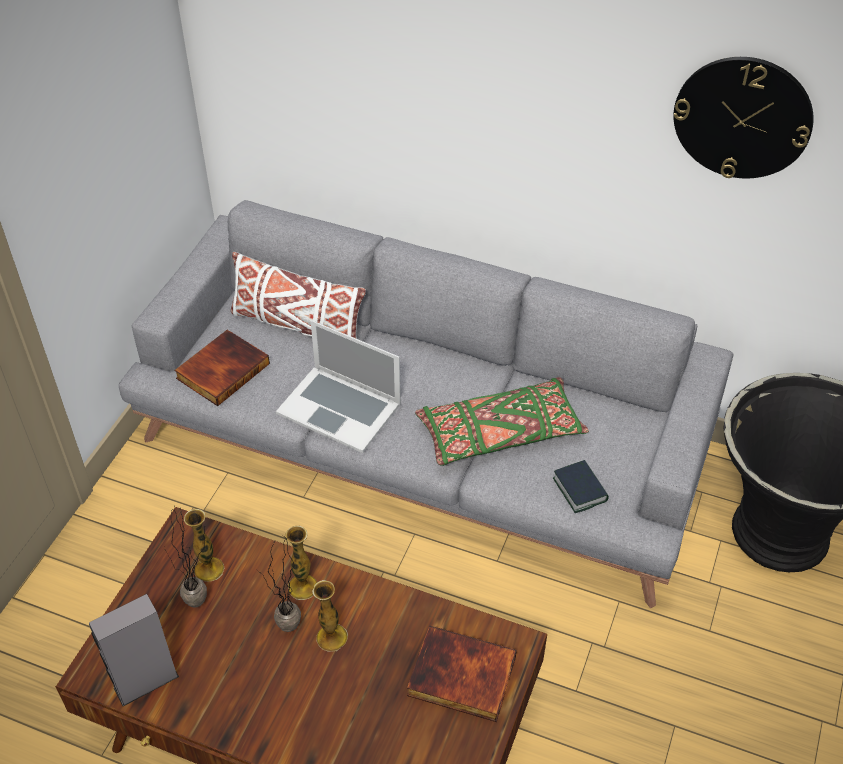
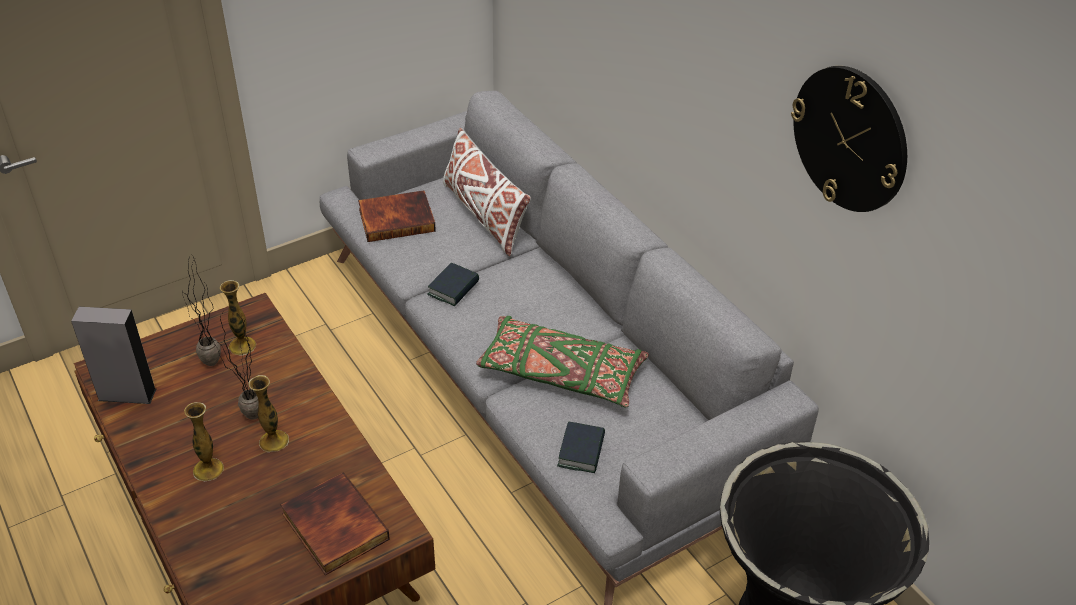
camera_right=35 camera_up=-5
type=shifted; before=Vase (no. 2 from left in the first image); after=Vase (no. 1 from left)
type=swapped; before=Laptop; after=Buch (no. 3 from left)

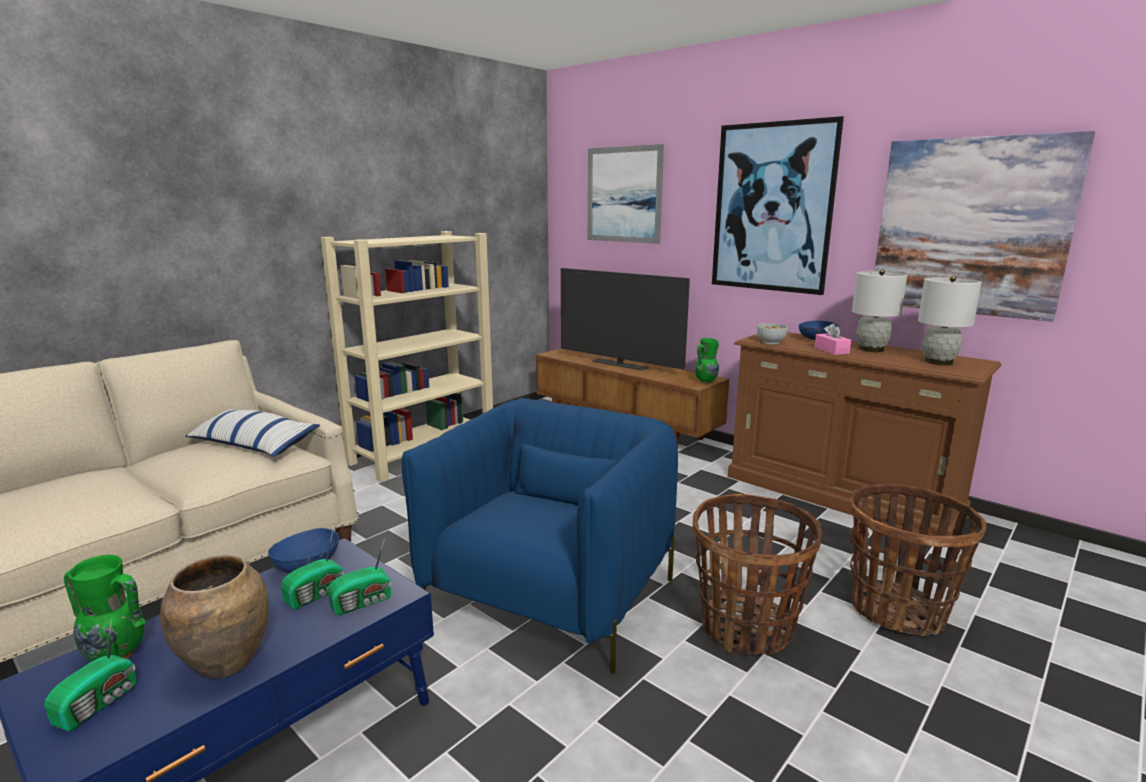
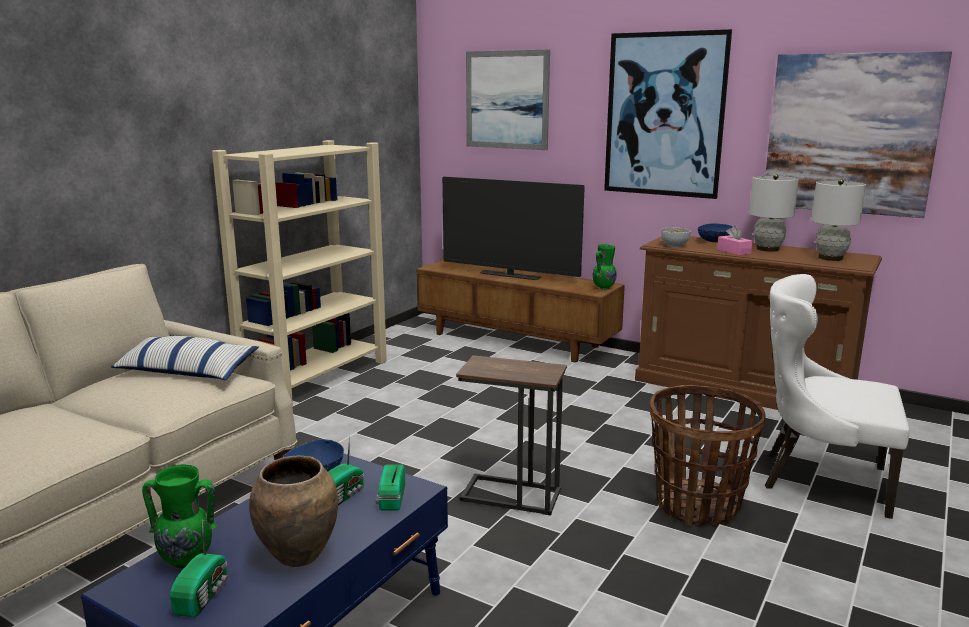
camera_right=-10 camera_up=0
type=swapped; before=Sessel/blau; after=Beistelltisch/braun
type=swapped; before=Korb (no. 2 from left); after=Stuhl/weiß
type=rotated; before=Radio (no. 3 from left); turn=135

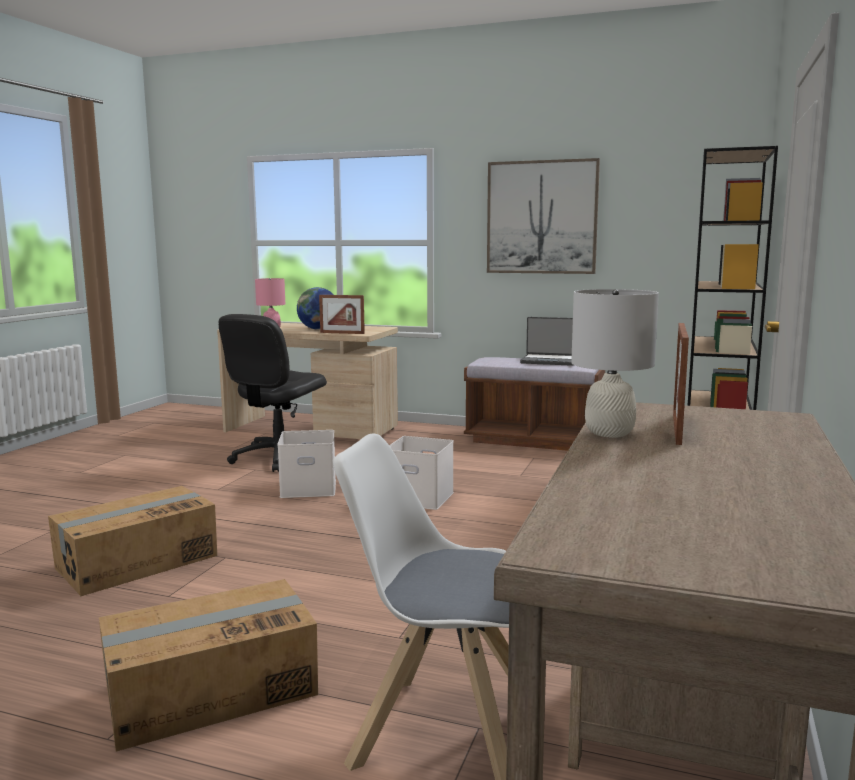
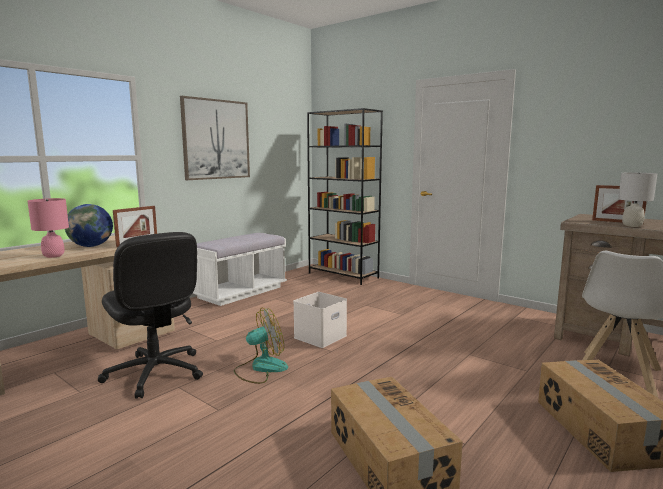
camera_right=-70 camera_up=0
type=gone; before=Laptop
type=swapped; before=Aufbewahrungsbox/weiß (no. 1 from left); after=Ventilator
type=repainted; before=Bank/braun; after=Bank/weiß

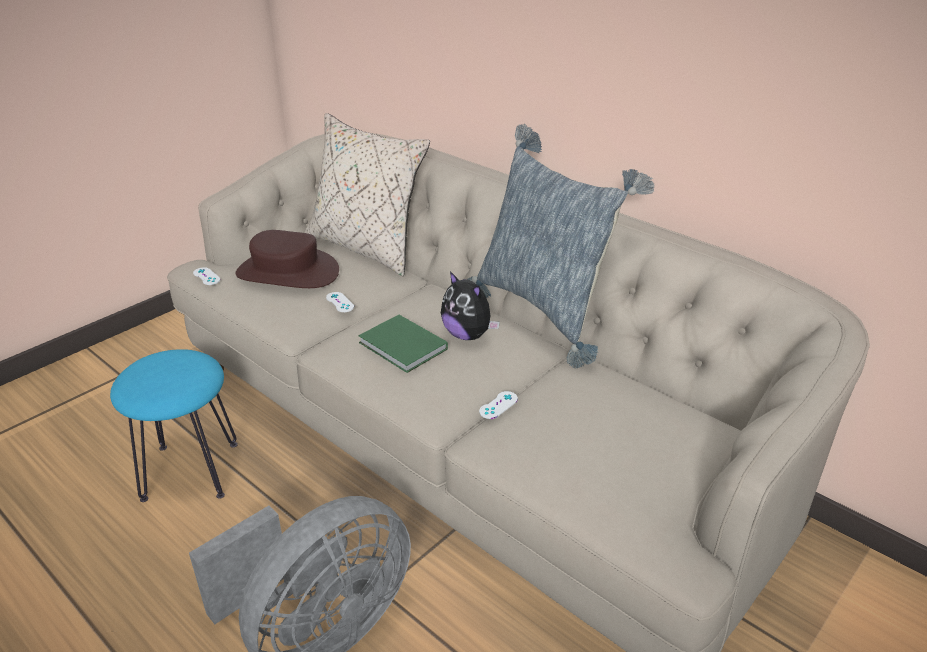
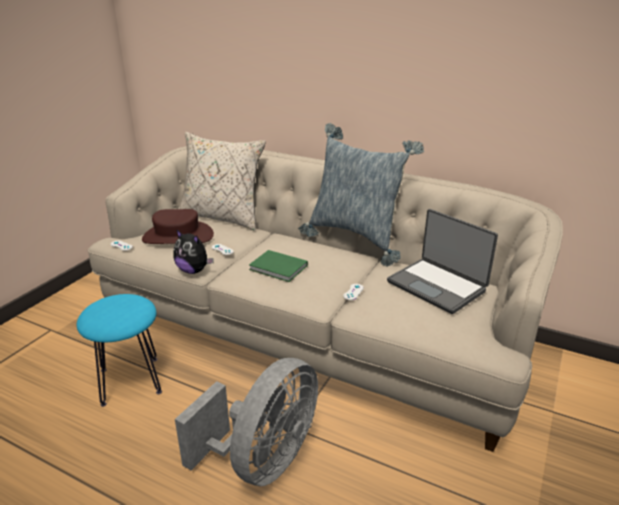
camera_right=-15 camera_up=-5
type=new; after=Laptop
type=shifted; before=Plüschtier

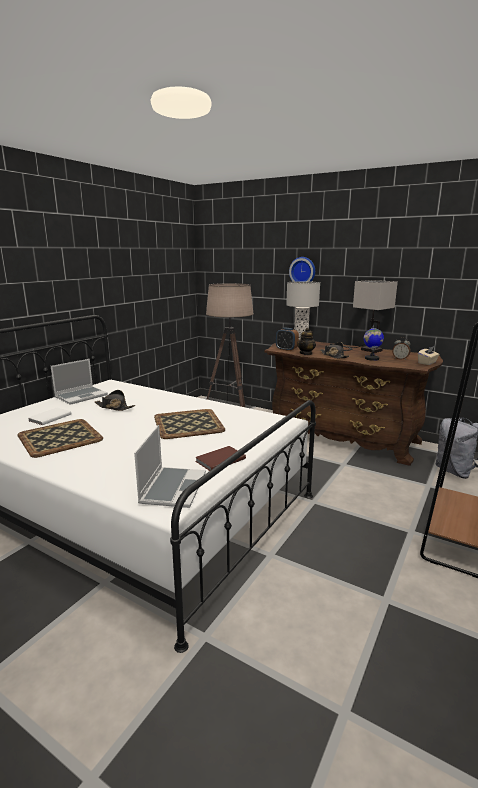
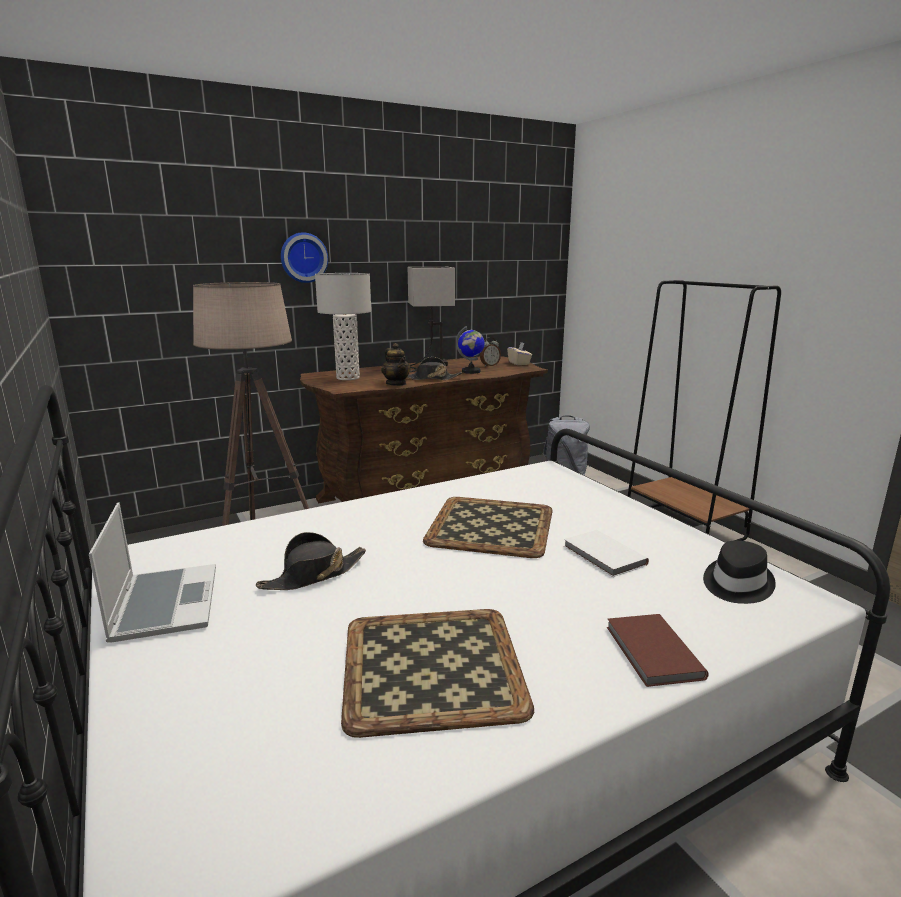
camera_right=-60 camera_up=0
type=gone; before=Wecker (no. 1 from left)
type=shifted; before=Buch/weiß
type=shifted; before=Buch/braun
type=swapped; before=Laptop (no. 2 from left); after=Hut/schwarz (no. 3 from left)

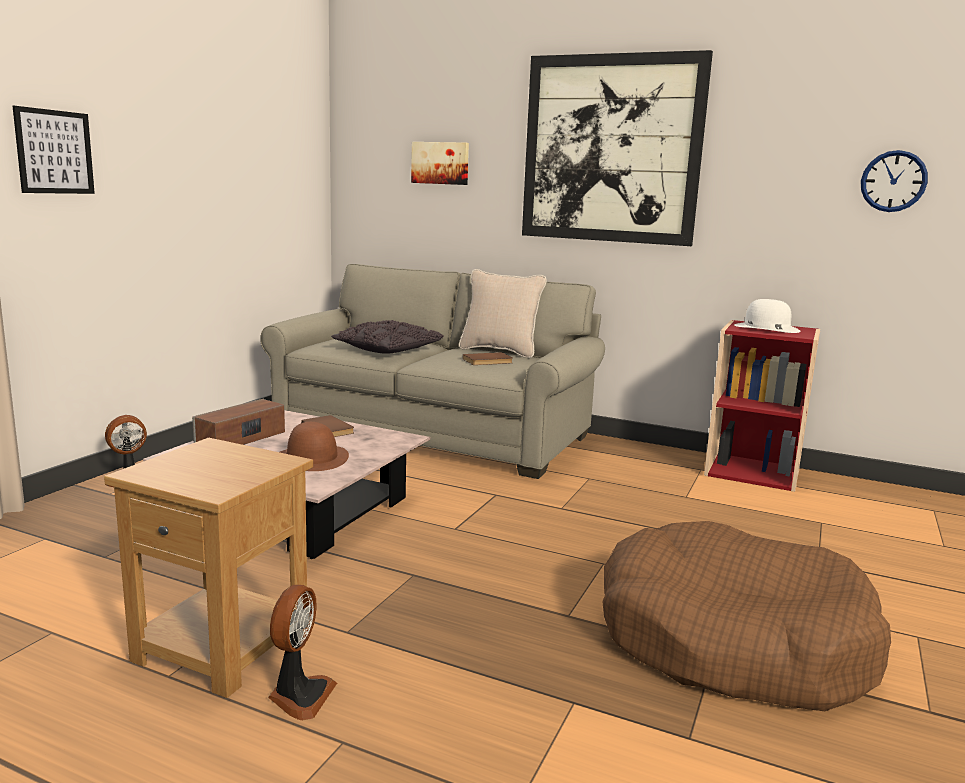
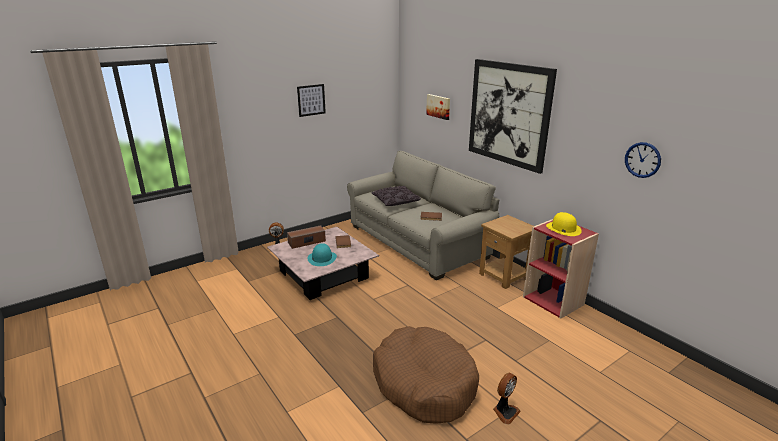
camera_right=30 camera_up=10
type=gone; before=Kissen/beige
type=shifted; before=Bild (no. 1 from left)
type=shifted; before=Beistelltisch/braun
type=shifted; before=Ventilator (no. 2 from left)
type=repainted; before=Hut/braun; after=Hut/türkis
type=repainted; before=Hut/weiß; after=Hut/gelb

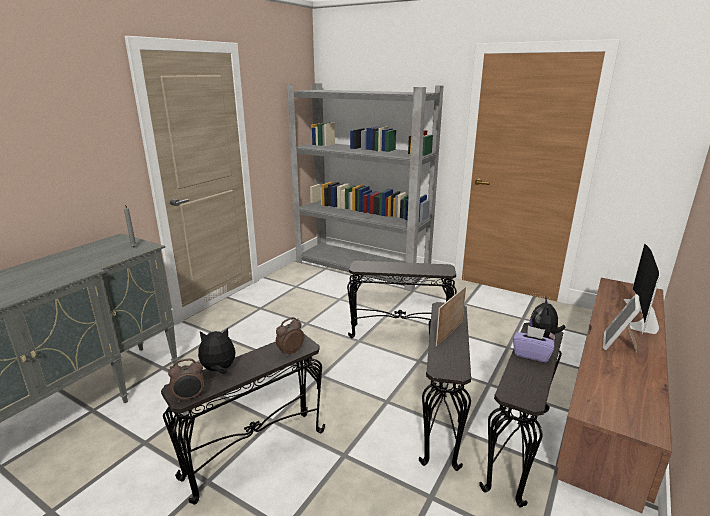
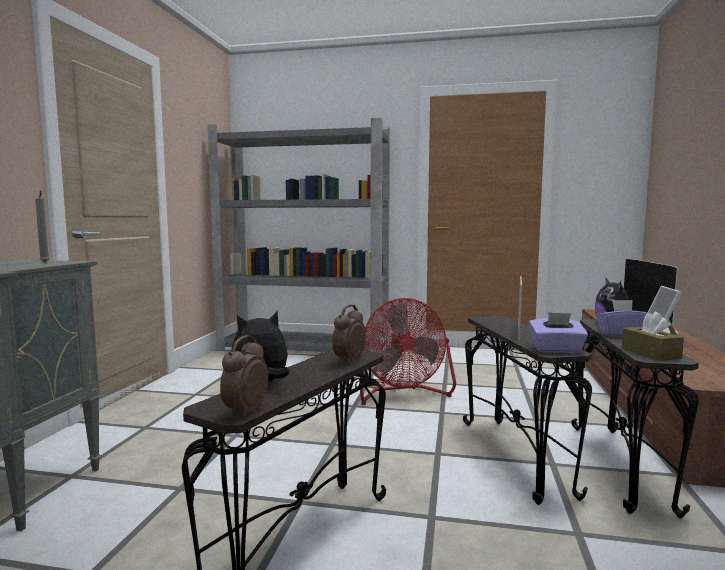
camera_right=-20 camera_up=-15
type=new; after=Taschentuchbox/lila (no. 1 from left)
type=new; after=Taschentuchbox/braun
type=swapped; before=Beistelltisch/schwarz (no. 2 from left); after=Ventilator/rot
type=rotated; before=Wecker (no. 1 from left); turn=150

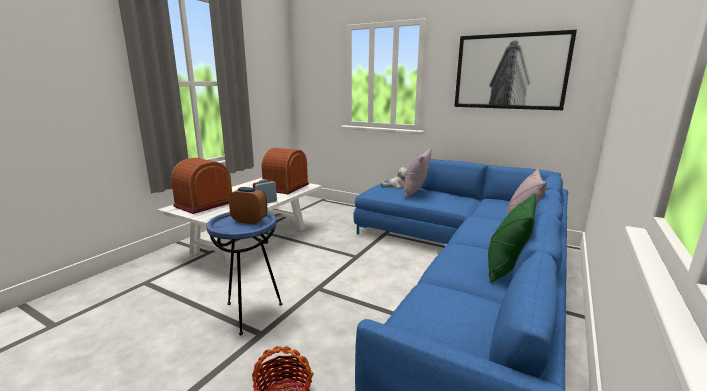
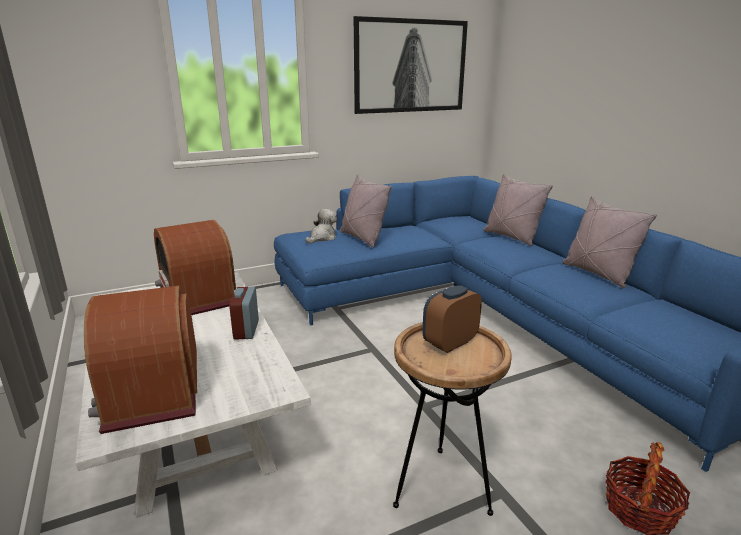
camera_right=-55 camera_up=5
type=repainted; before=Beistelltisch/blau; after=Beistelltisch/braun
type=repainted; before=Kissen/grün; after=Kissen/lila (no. 3 from left)

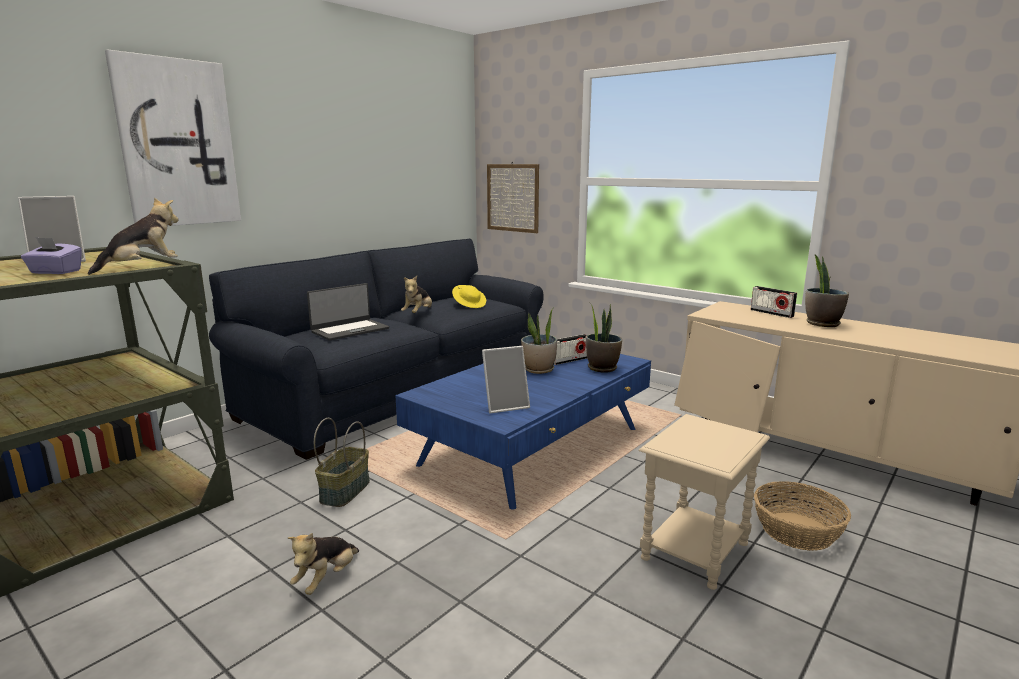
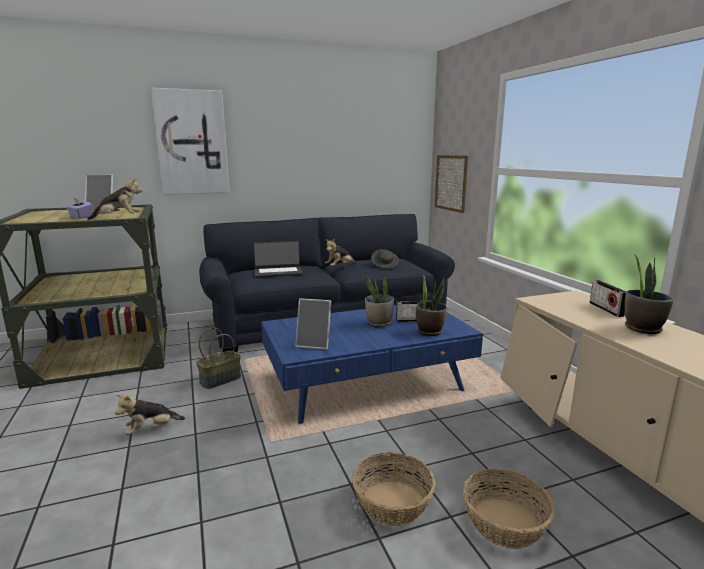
camera_right=30 camera_up=0
type=swapped; before=Beistelltisch/beige; after=Korb (no. 2 from left)
type=repainted; before=Hut/gelb; after=Hut/grau

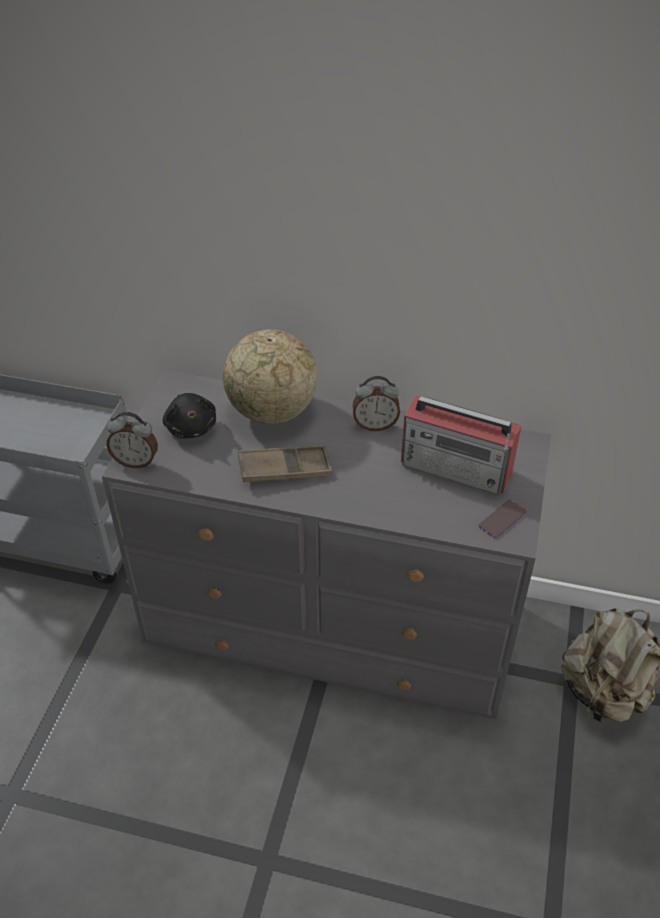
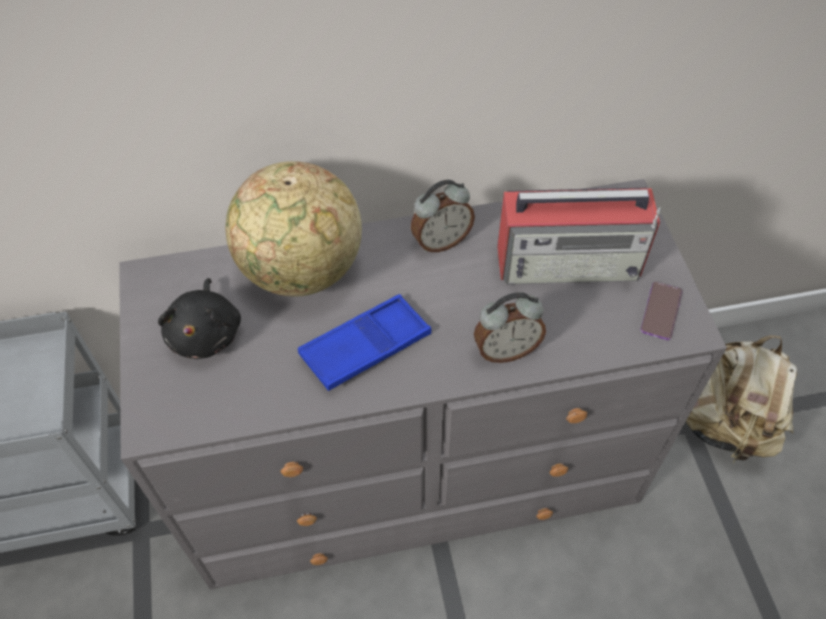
camera_right=-25 camera_up=10
type=shifted; before=Wecker (no. 1 from left in the first image); after=Wecker (no. 2 from left)
type=repainted; before=Tablett/braun; after=Tablett/blau
type=rotated; before=Plüschtier/schwarz; turn=45

